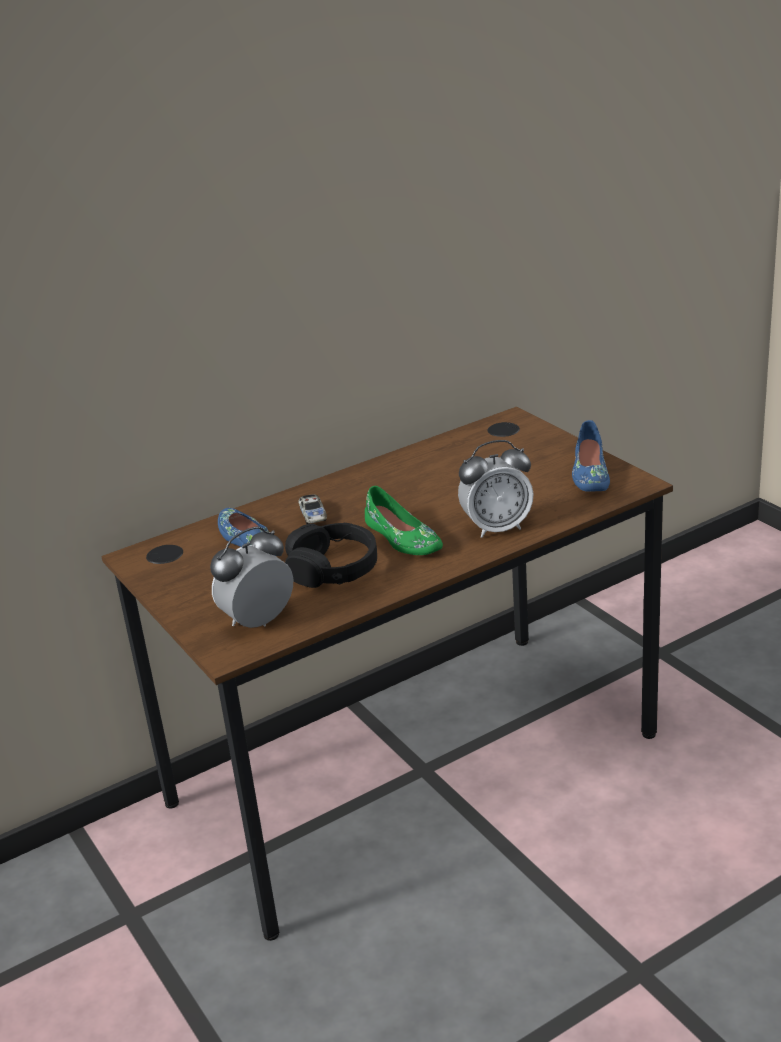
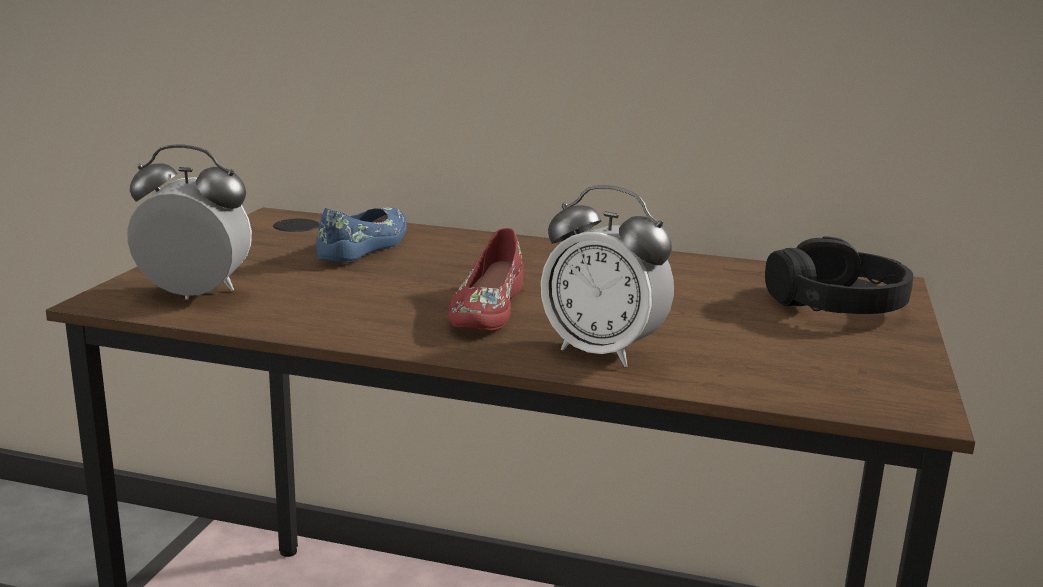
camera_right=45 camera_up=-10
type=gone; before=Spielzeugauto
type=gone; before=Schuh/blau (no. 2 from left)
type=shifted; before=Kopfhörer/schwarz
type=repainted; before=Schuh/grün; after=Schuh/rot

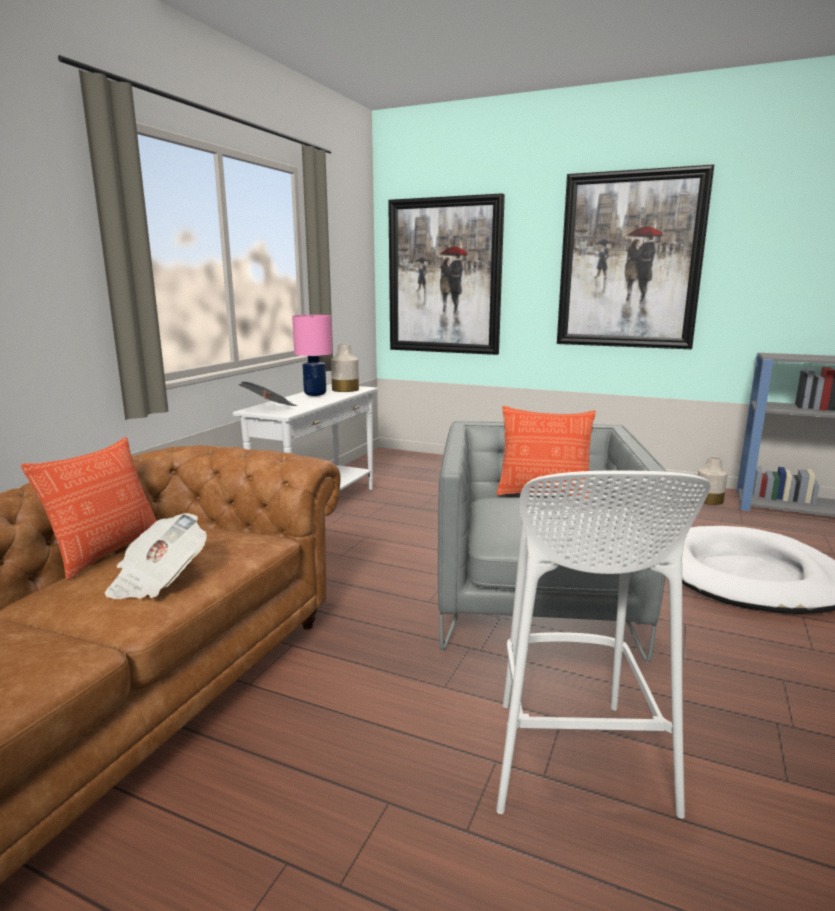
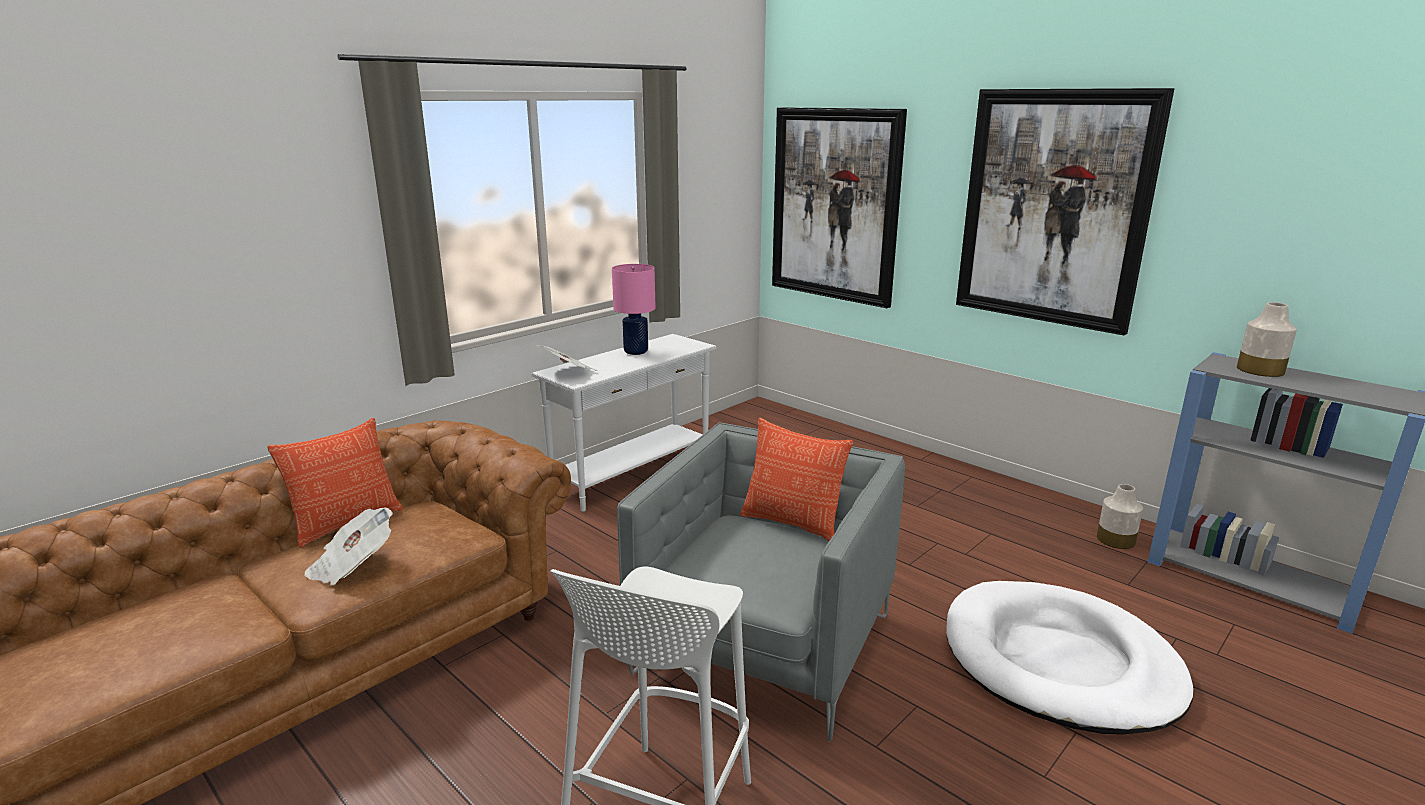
camera_right=20 camera_up=5
type=shifted; before=Vase/beige (no. 1 from left in the first image); after=Vase/beige (no. 2 from left)

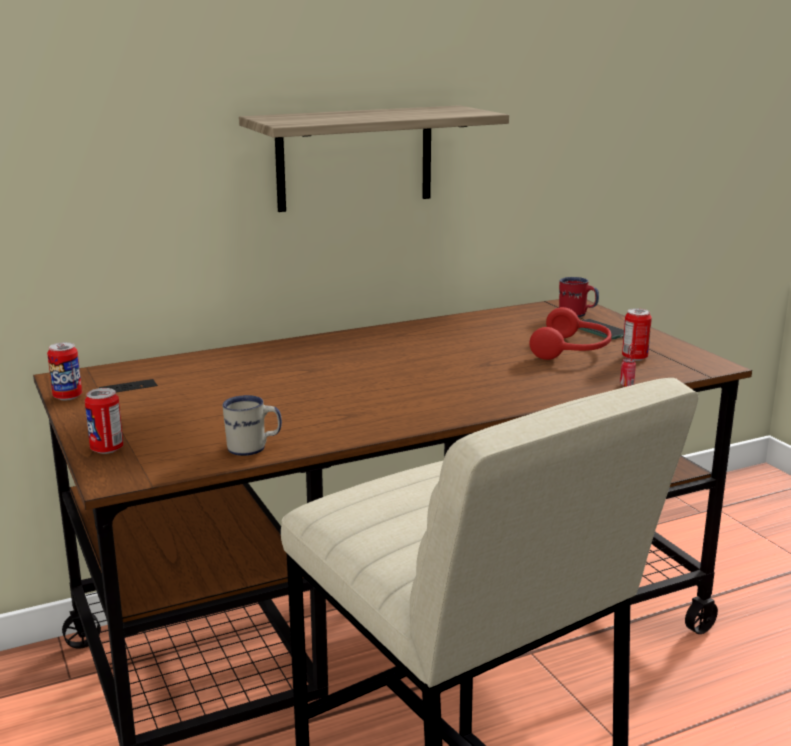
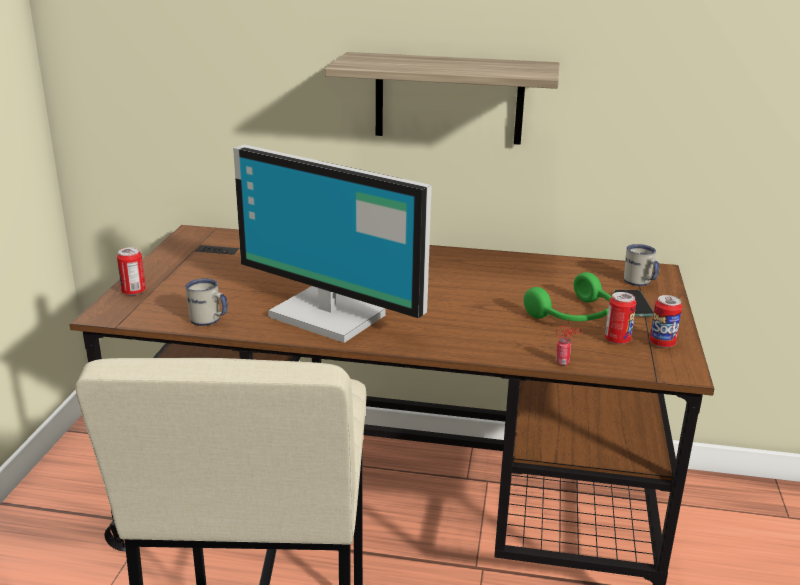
camera_right=35 camera_up=5
type=new; after=Monitor
type=shifted; before=Dose (no. 1 from left in the first image); after=Dose (no. 4 from left)
type=repainted; before=Kopfhörer/rot; after=Kopfhörer/grün
type=repainted; before=Henkelbecher/rot; after=Henkelbecher/weiß (no. 2 from left)

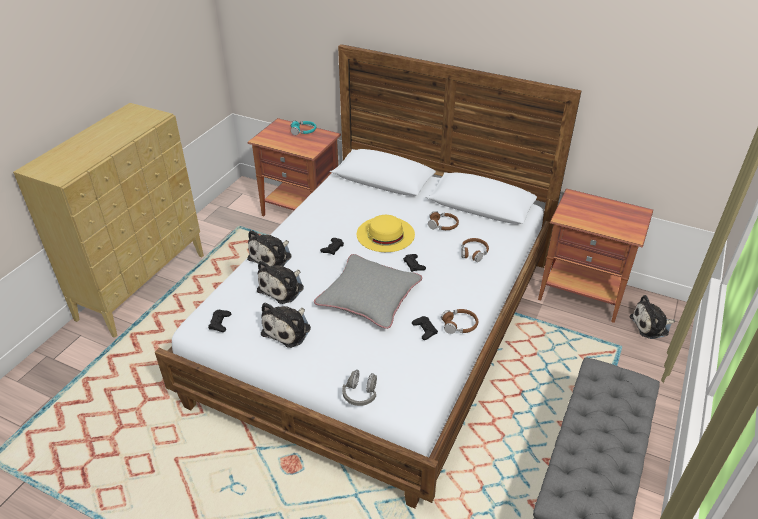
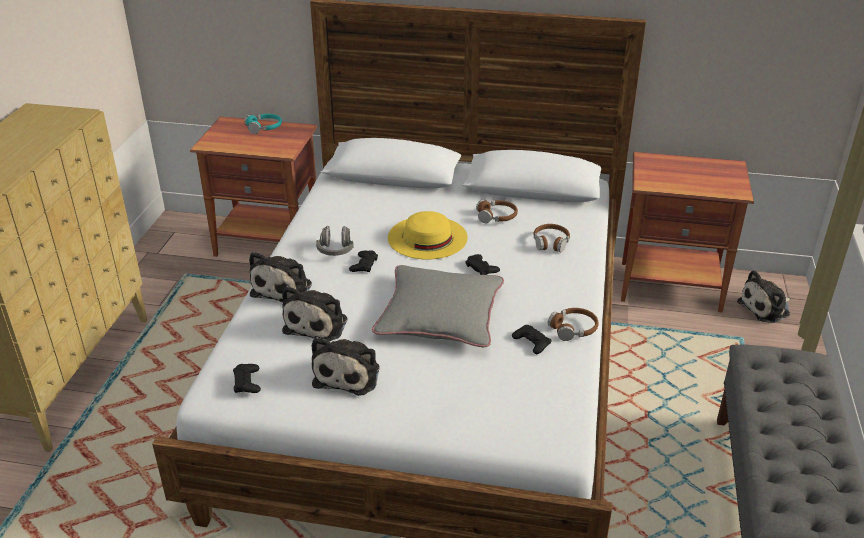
camera_right=-15 camera_up=-5
type=shifted; before=Kopfhörer/grau

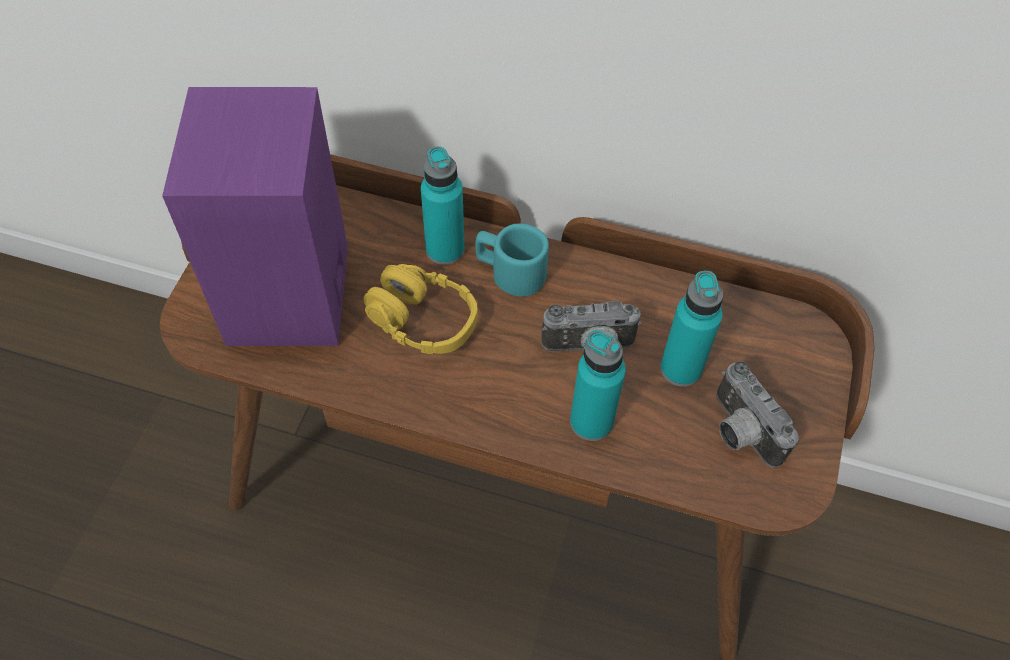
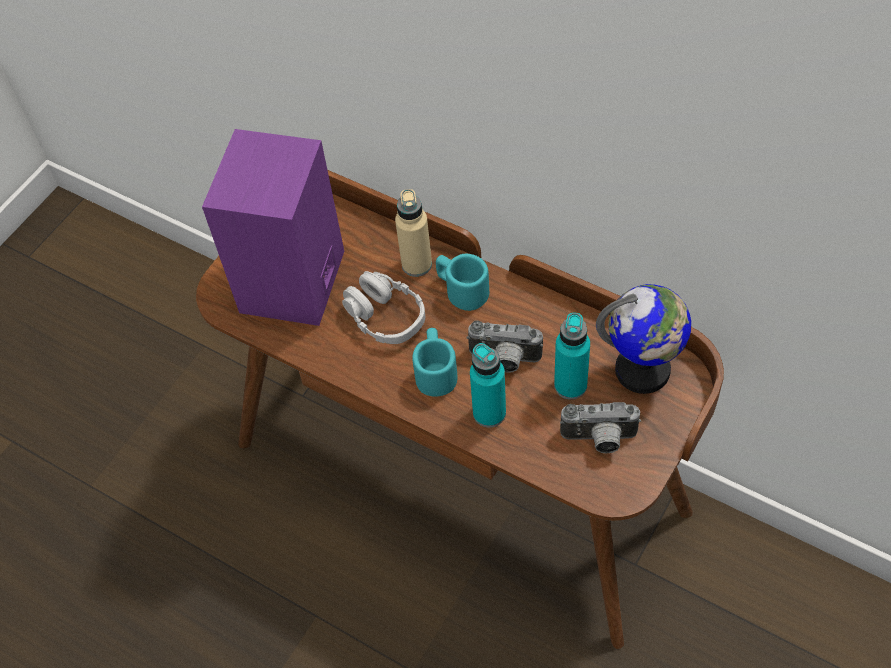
camera_right=20 camera_up=0
type=new; after=Henkelbecher/türkis (no. 1 from left)
type=new; after=Globus
type=repainted; before=Kopfhörer/gelb; after=Kopfhörer/grau
type=repainted; before=Flasche/türkis (no. 1 from left); after=Flasche/beige
type=rotated; before=Kamera (no. 2 from left); turn=-75

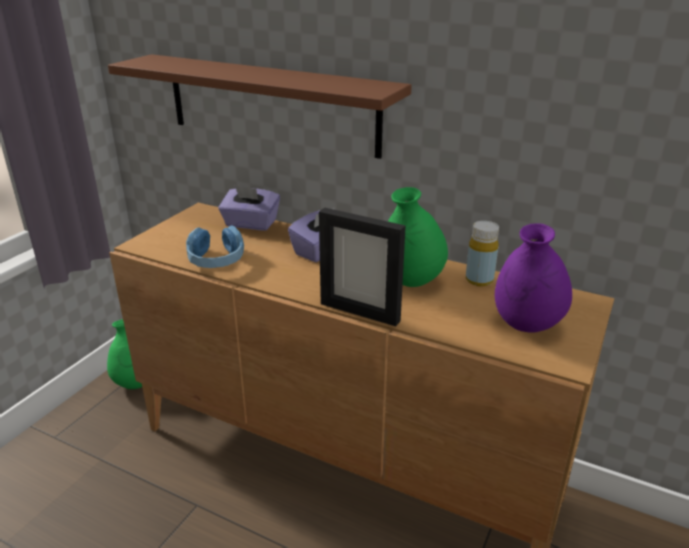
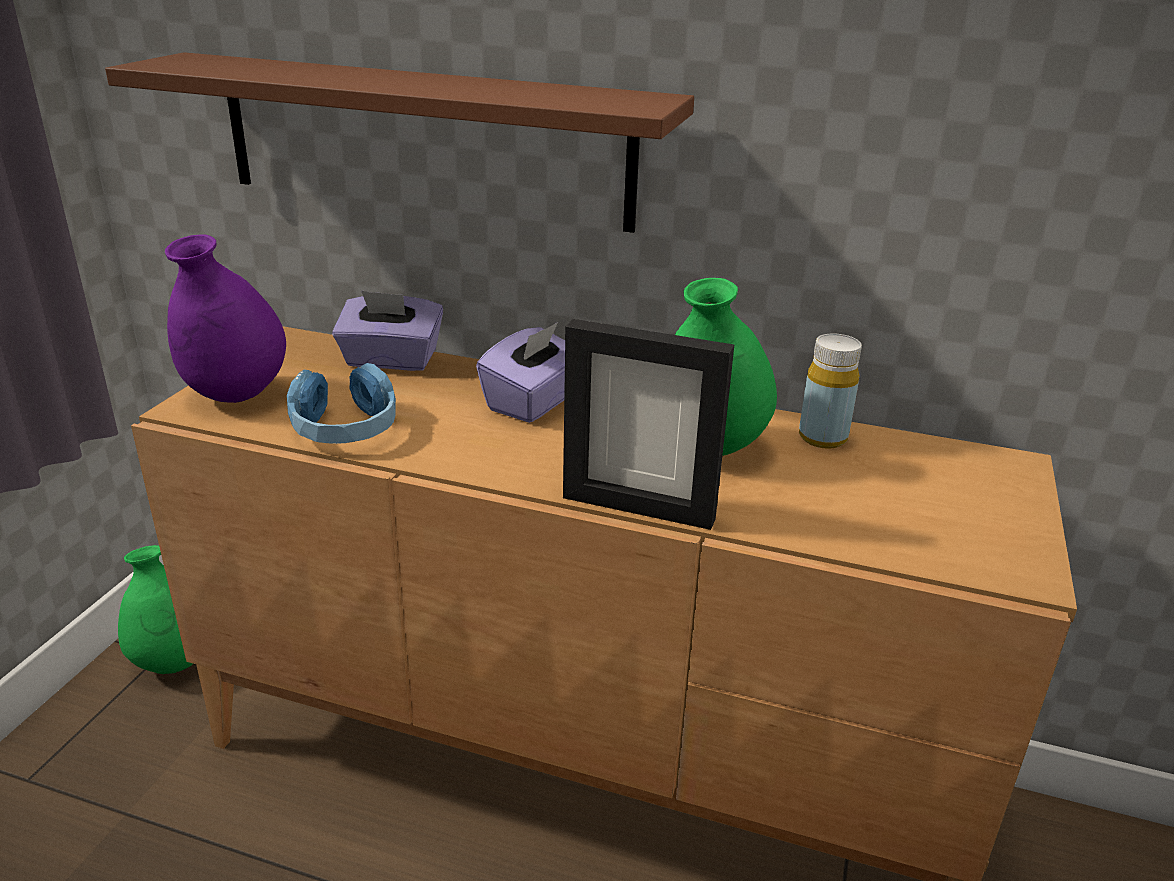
camera_right=-10 camera_up=0
type=shifted; before=Vase/lila

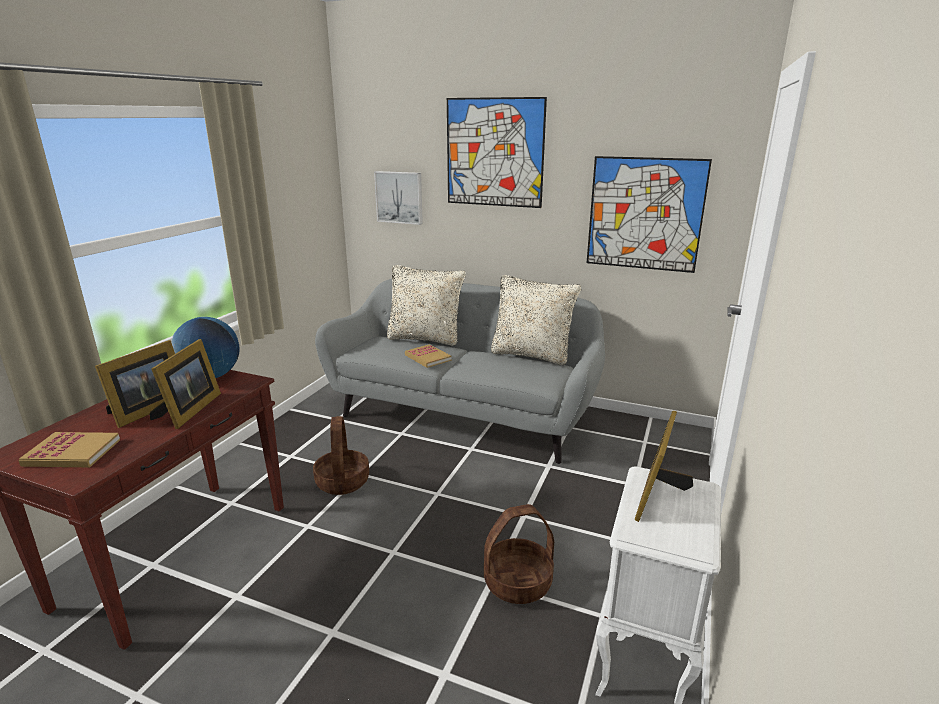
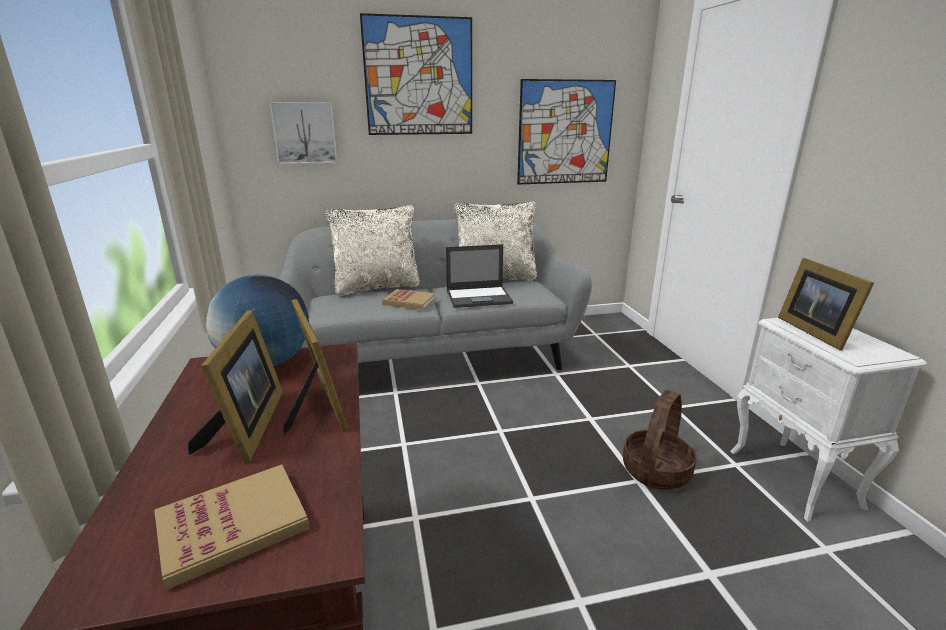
camera_right=-35 camera_up=0
type=gone; before=Korb (no. 1 from left)
type=new; after=Laptop

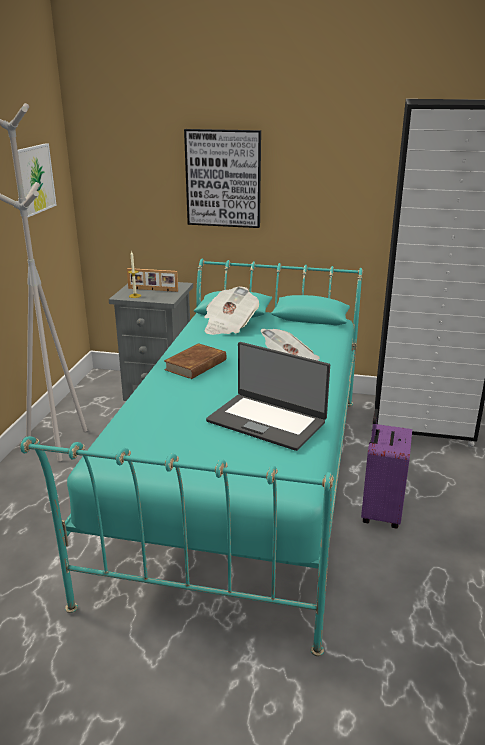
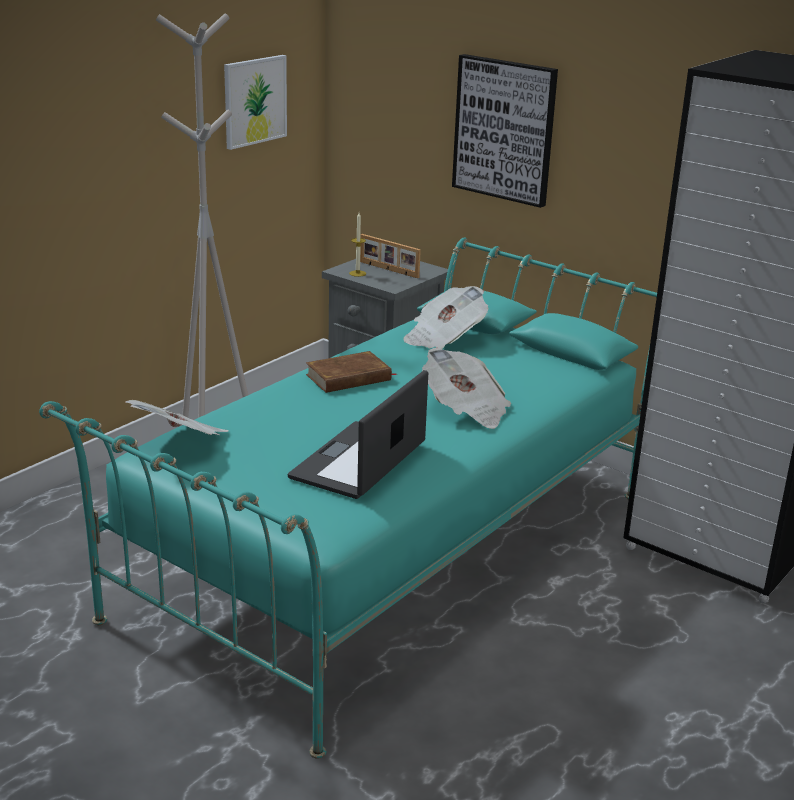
camera_right=25 camera_up=0
type=gone; before=Koffer/lila
type=new; after=Zeitung (no. 1 from left)
type=rotated; before=Laptop; turn=60

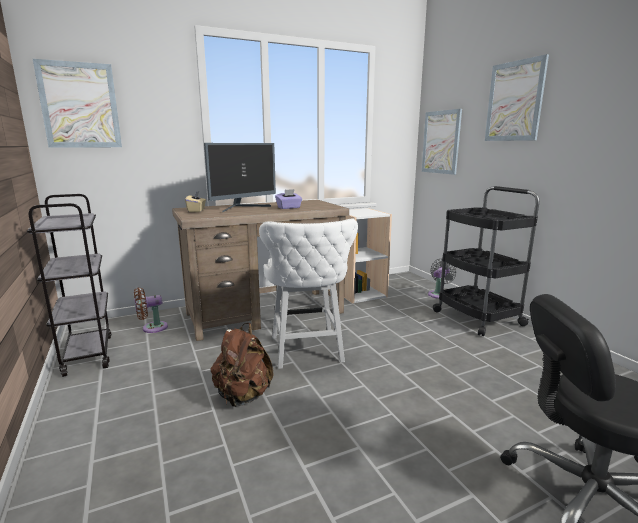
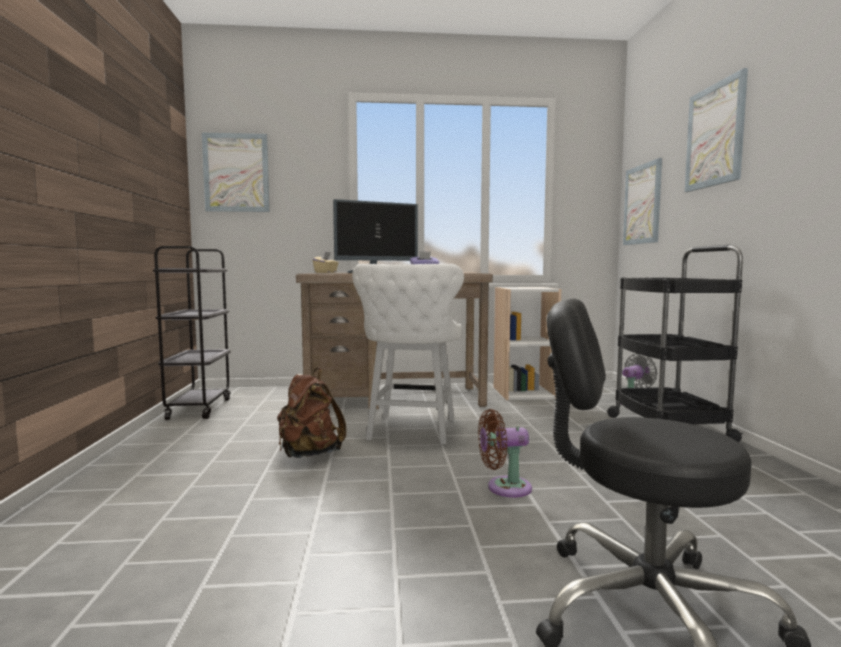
camera_right=20 camera_up=-10
type=shifted; before=Ventilator/braun

